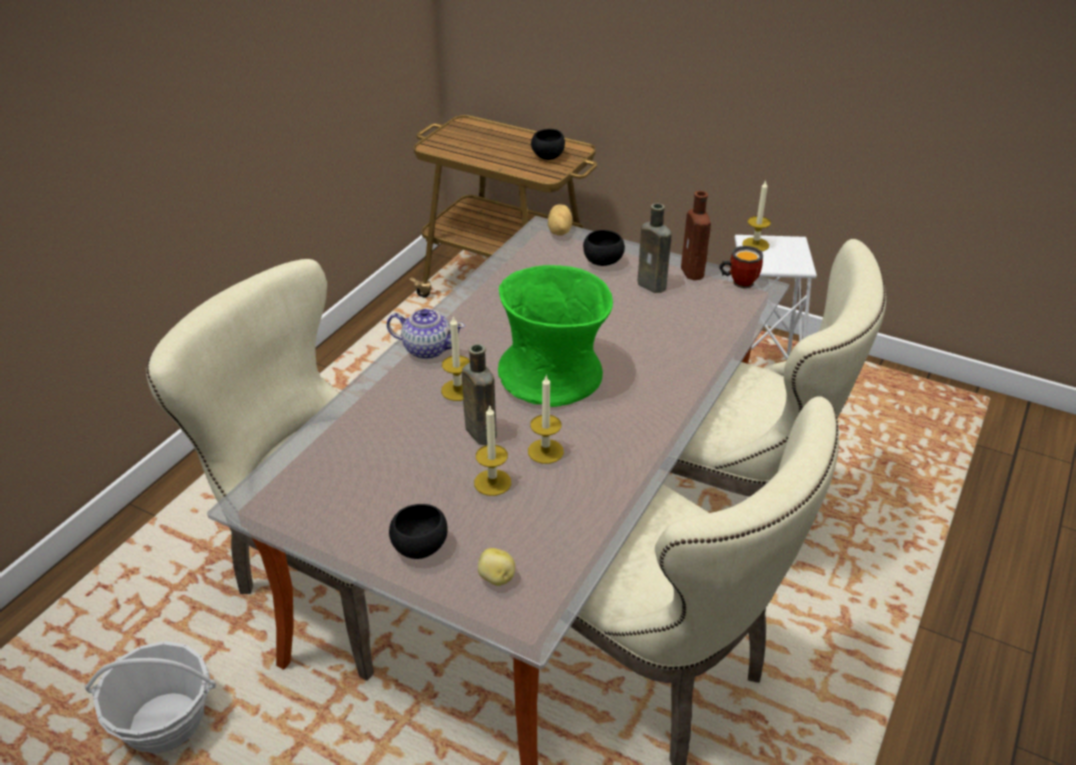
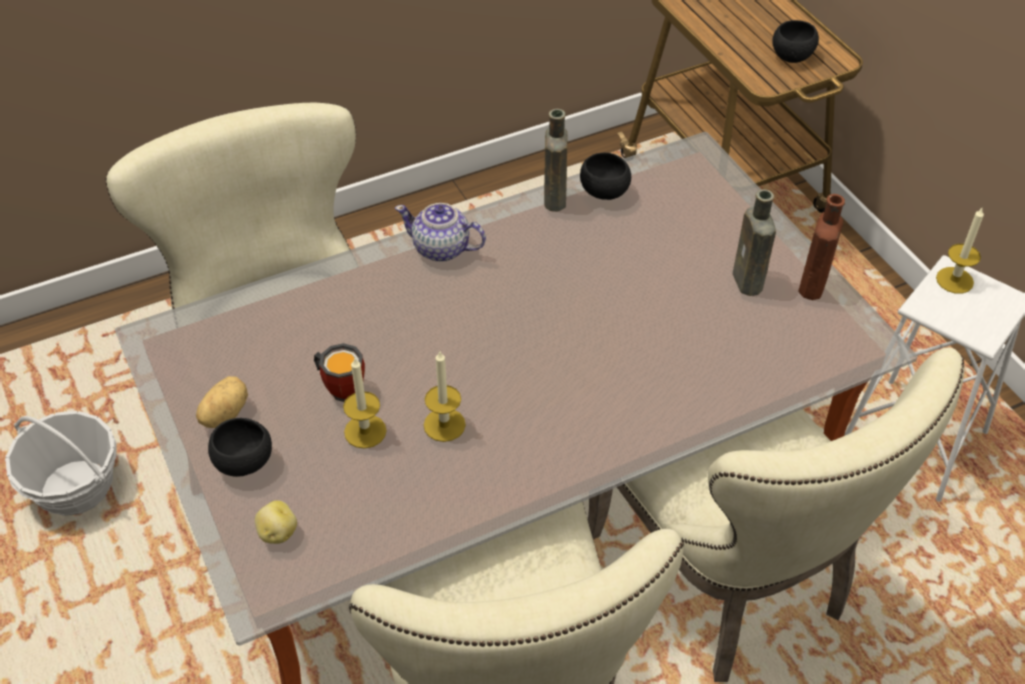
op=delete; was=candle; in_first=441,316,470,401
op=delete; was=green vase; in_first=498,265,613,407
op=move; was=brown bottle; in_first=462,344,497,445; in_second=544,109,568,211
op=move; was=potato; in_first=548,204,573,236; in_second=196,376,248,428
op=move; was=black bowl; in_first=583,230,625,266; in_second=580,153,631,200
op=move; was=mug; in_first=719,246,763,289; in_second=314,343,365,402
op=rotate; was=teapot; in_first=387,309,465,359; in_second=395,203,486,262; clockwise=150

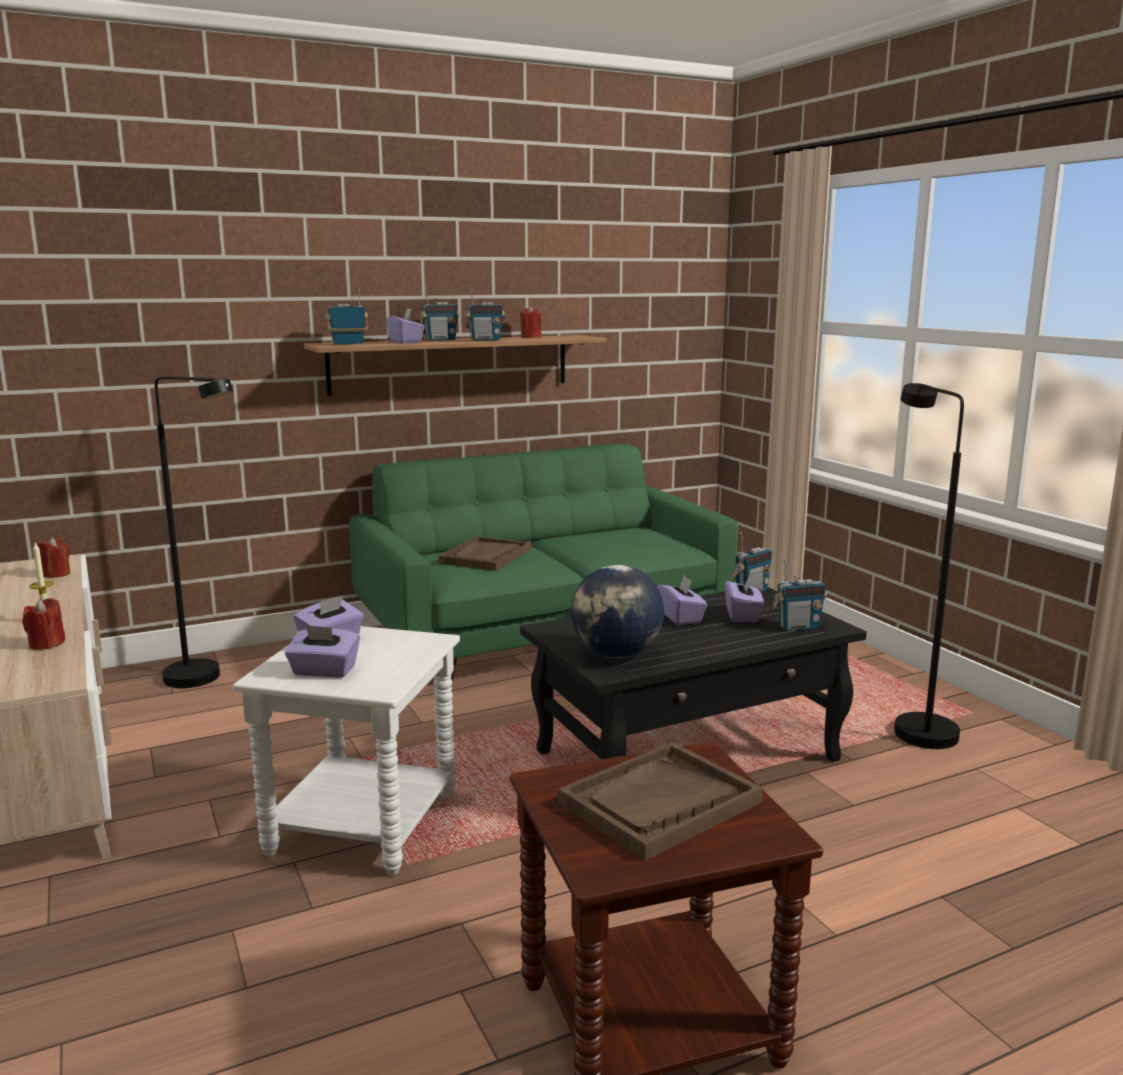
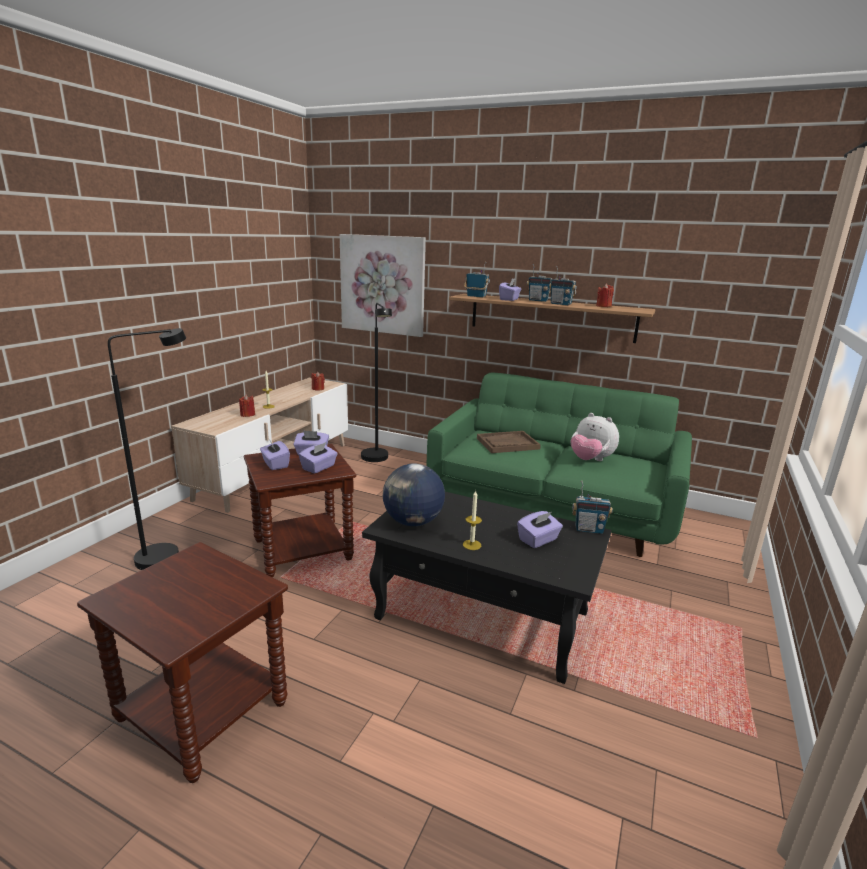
op=delete; was=brown tray; in_first=558,742,763,861
op=delete; was=radio; in_first=773,559,827,631
op=insert; now=picture; in_second=340,234,426,337
op=insert; now=candle; in_second=463,491,482,550
op=insert; now=plush toy; in_second=571,413,619,461
op=move; was=purple tissue box; in_first=657,575,707,625; in_second=299,442,338,474
op=move; was=black floor lamp; in_first=894,383,964,749; in_second=108,328,186,570
op=recolor; was=white side table; now=brown side table; in_first=233,626,460,875; in_second=244,444,356,577

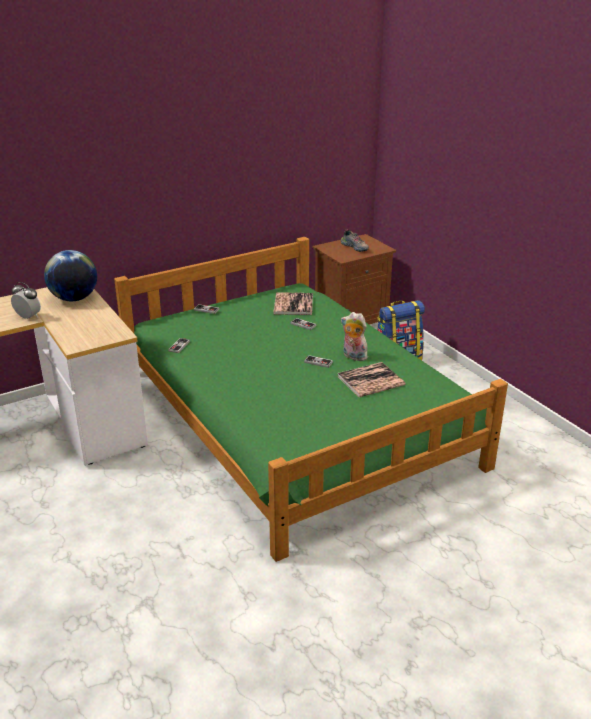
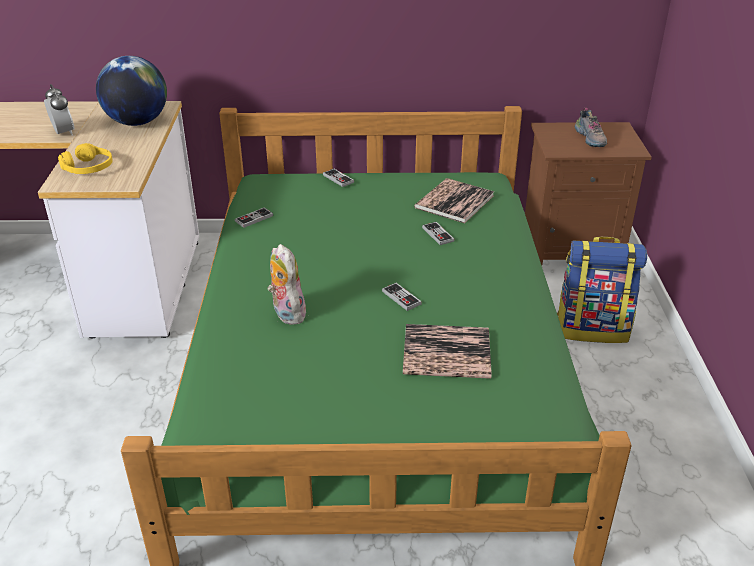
op=insert; now=yellow headphones; in_second=58,143,113,174
op=move; was=plush toy; in_first=341,312,370,361; in_second=268,244,306,325

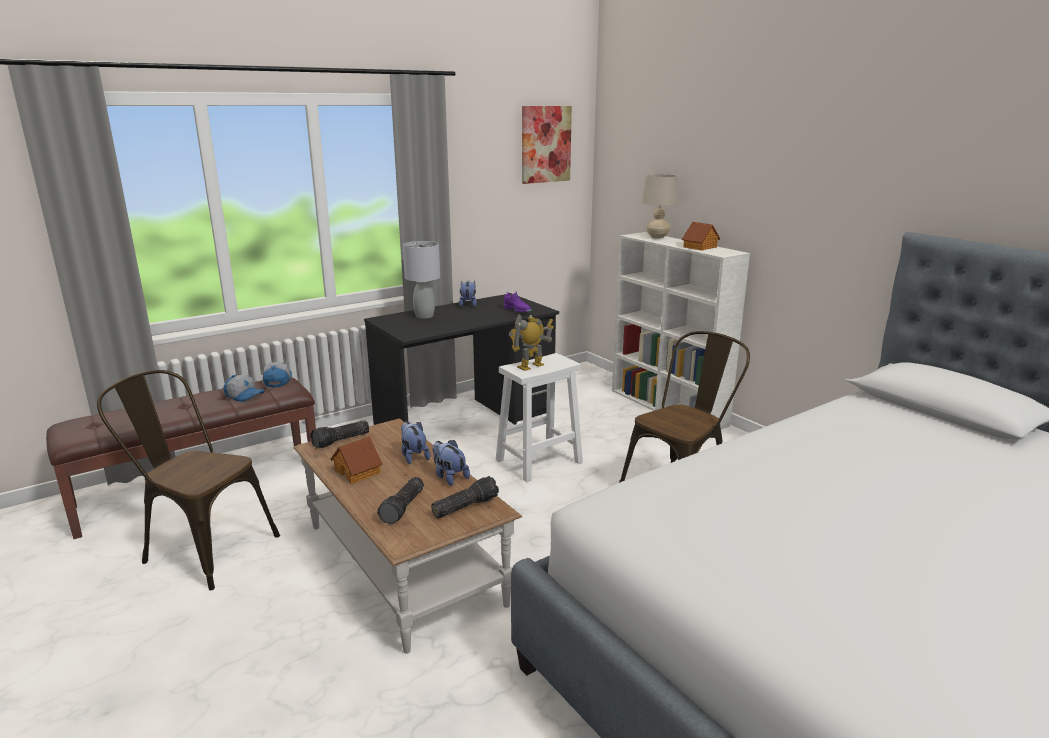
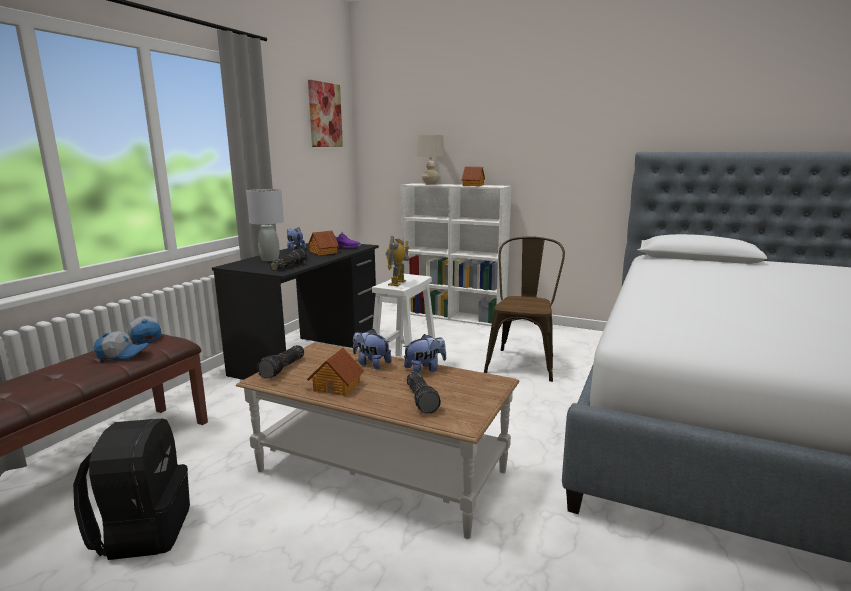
op=insert; now=toy house; in_second=308,230,339,255
op=move; was=flashlight; in_first=431,476,499,518; in_second=270,248,307,271
op=replace; was=brown chair; now=black backpack; in_first=97,370,280,590; in_second=73,419,190,560
op=rotate; was=plush toy; in_first=432,440,470,486; in_second=403,334,446,373; clockwise=135

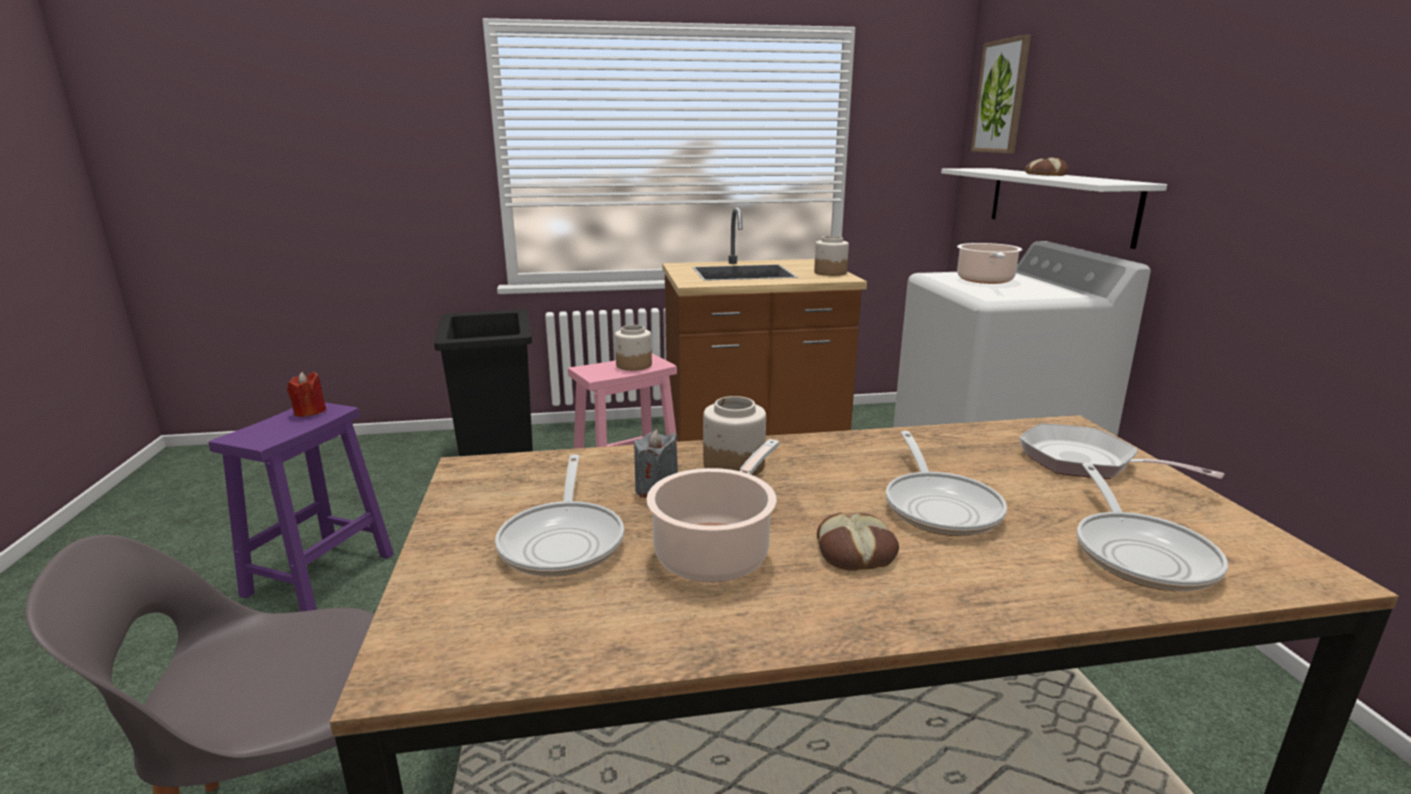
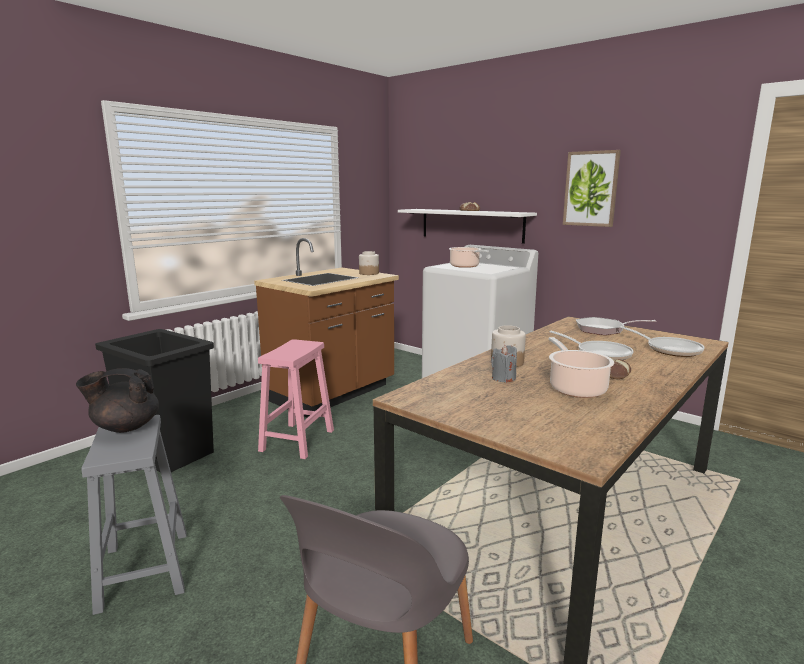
op=delete; was=frying pan; in_first=495,454,624,577
op=delete; was=jar; in_first=615,325,652,371
op=move; was=picture; in_first=971,34,1031,153; in_second=563,150,621,227
op=replace; was=red candle; now=black teapot; in_first=287,372,326,417; in_second=76,368,159,433
op=recolor; was=purple stool; now=grey stool; in_first=209,403,394,612; in_second=82,415,187,615

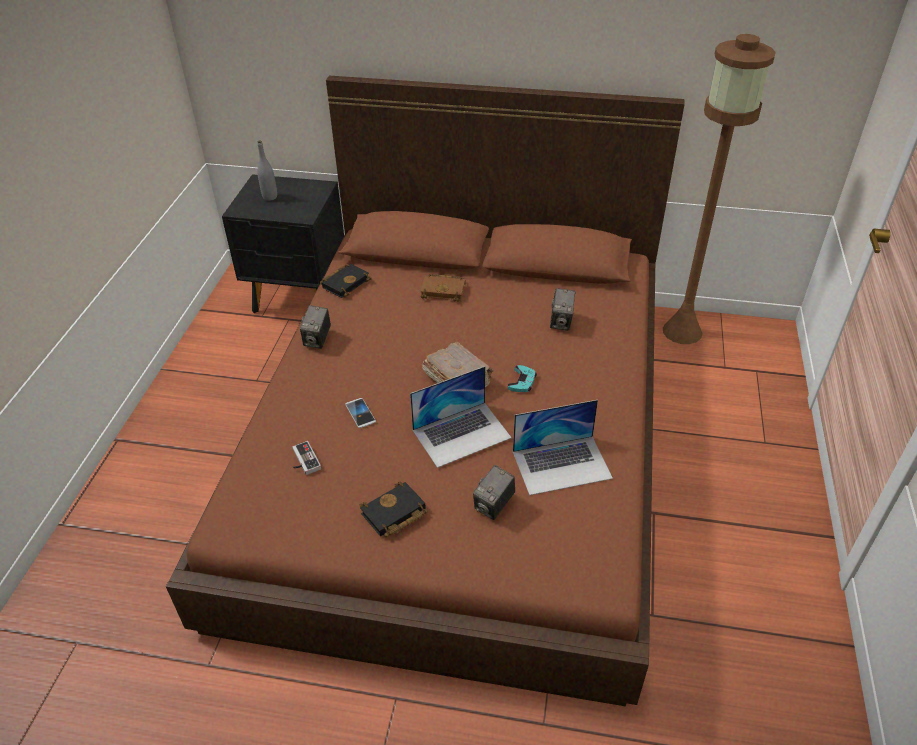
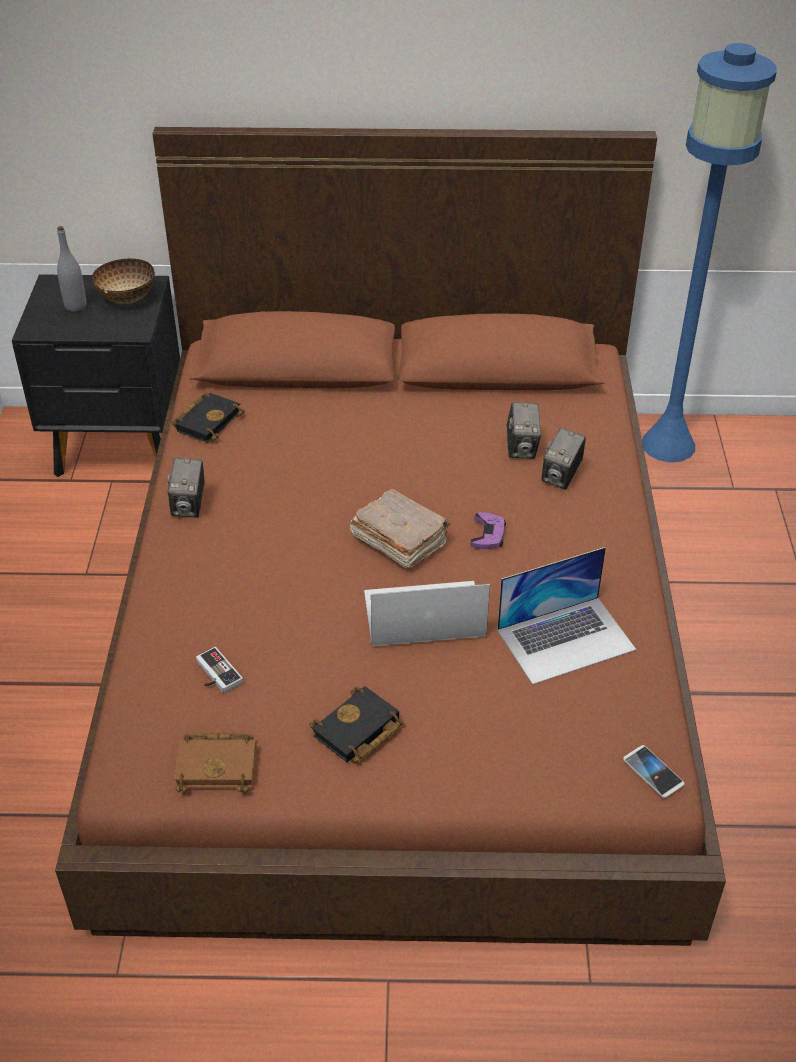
op=insert; now=bowl; in_second=92,258,155,304
op=move; was=phone; in_first=345,398,376,428; in_second=623,745,684,798
op=move; was=brown book; in_first=420,274,465,302; in_second=173,733,257,792
op=move; was=photo camera; in_first=473,465,515,520; in_second=541,428,586,490
op=recolor; was=turquoise game controller; now=purple game controller; in_first=508,365,537,392; in_second=471,512,506,549
op=recolor; was=brown floor lamp; now=blue floor lamp; in_first=663,34,776,344; in_second=642,43,777,462
op=rotate; was=laptop; in_first=410,366,512,468; in_second=364,581,490,646; clockwise=-150

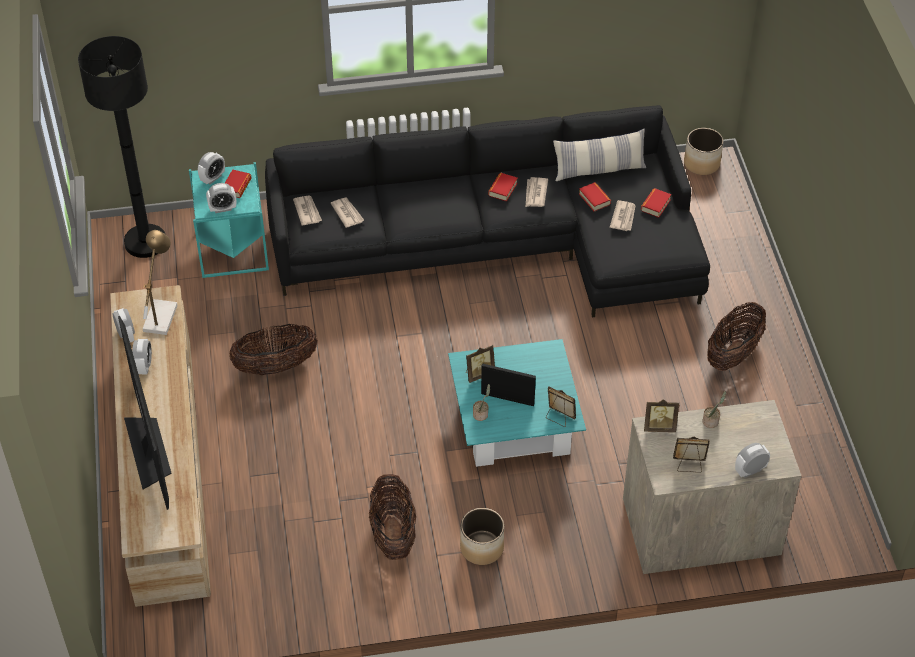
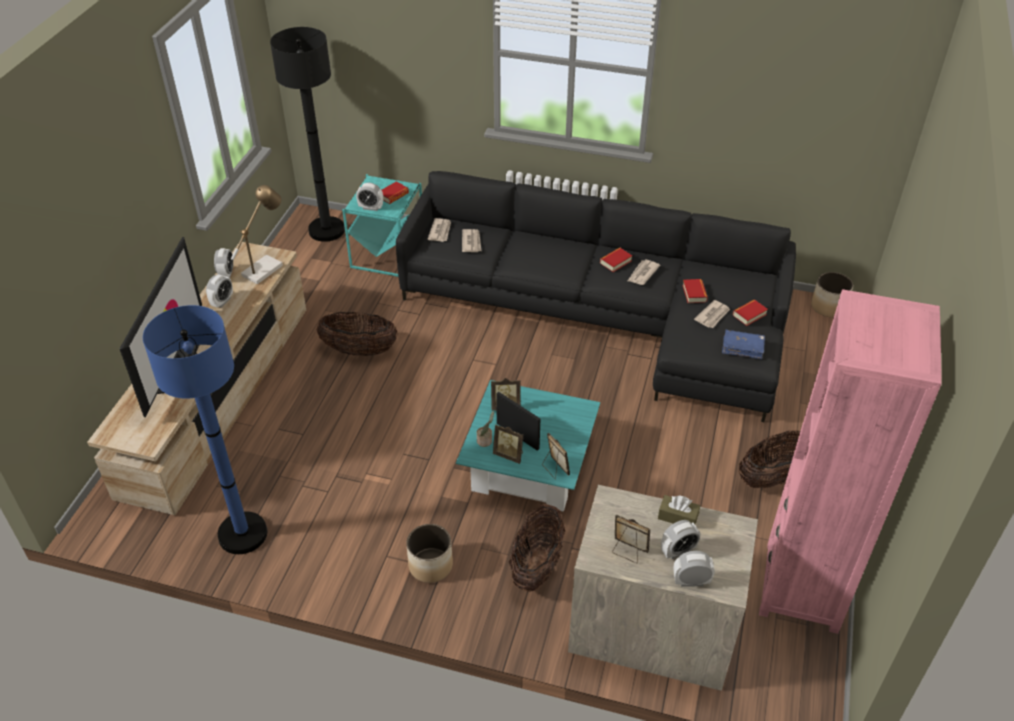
op=delete; was=pillow; in_first=553,128,646,181
op=insert; now=blue floor lamp; in_second=143,305,267,554
op=insert; now=blue book; in_second=722,330,765,360
op=insert; now=pink bookcase; in_second=759,289,942,634
op=move; was=alarm clock; in_first=198,152,225,184; in_second=661,520,700,559
op=move; was=basket; in_first=369,474,416,560; in_second=509,504,565,592
op=move; was=picture frame; in_first=644,399,679,432; in_second=493,425,523,464
op=replace; was=potted plant; now=brown tissue box; in_first=703,391,726,428; in_second=658,495,700,524

